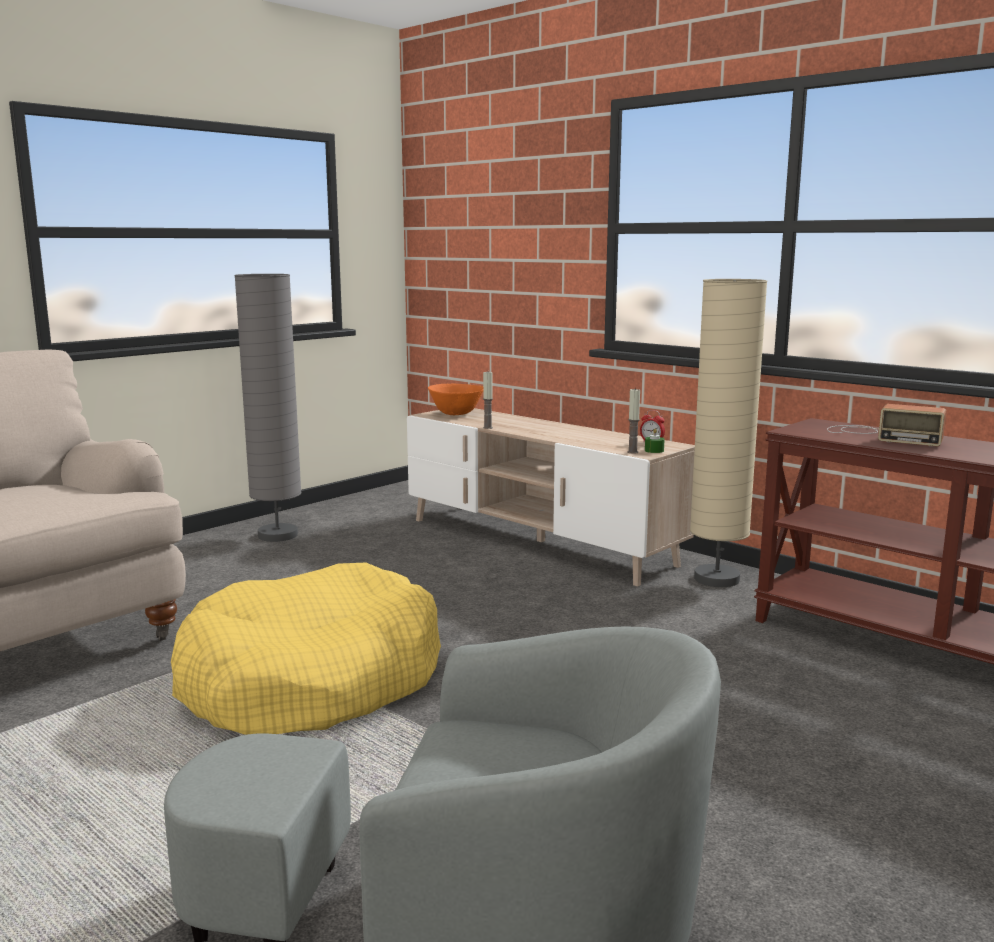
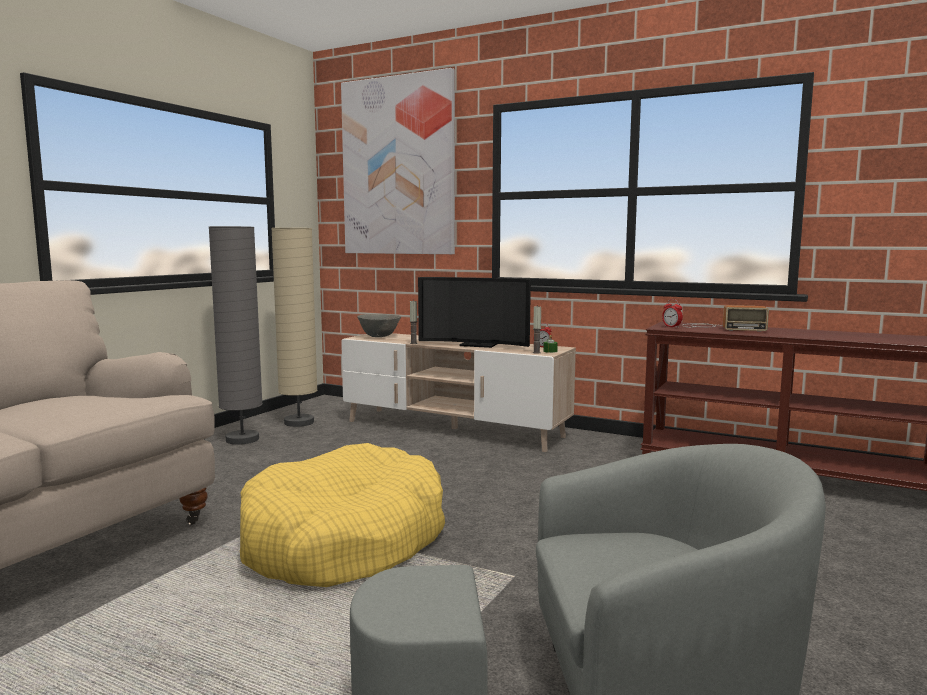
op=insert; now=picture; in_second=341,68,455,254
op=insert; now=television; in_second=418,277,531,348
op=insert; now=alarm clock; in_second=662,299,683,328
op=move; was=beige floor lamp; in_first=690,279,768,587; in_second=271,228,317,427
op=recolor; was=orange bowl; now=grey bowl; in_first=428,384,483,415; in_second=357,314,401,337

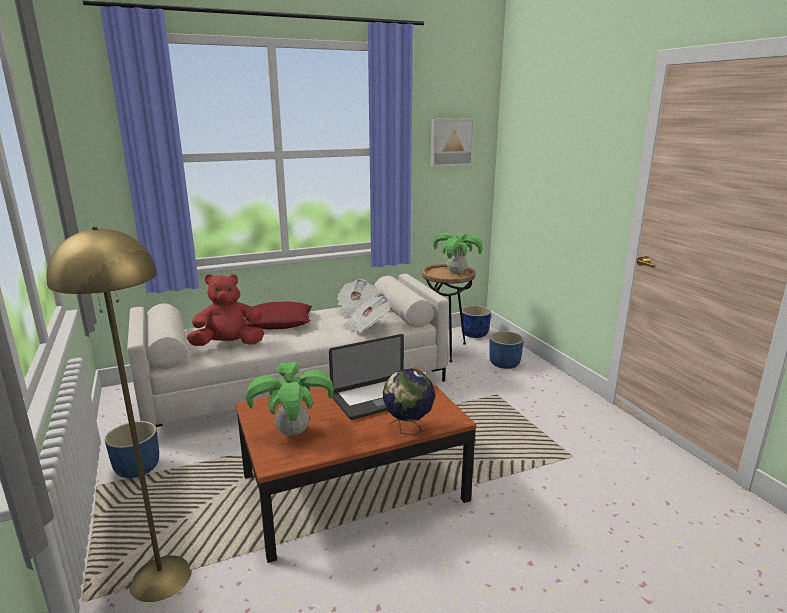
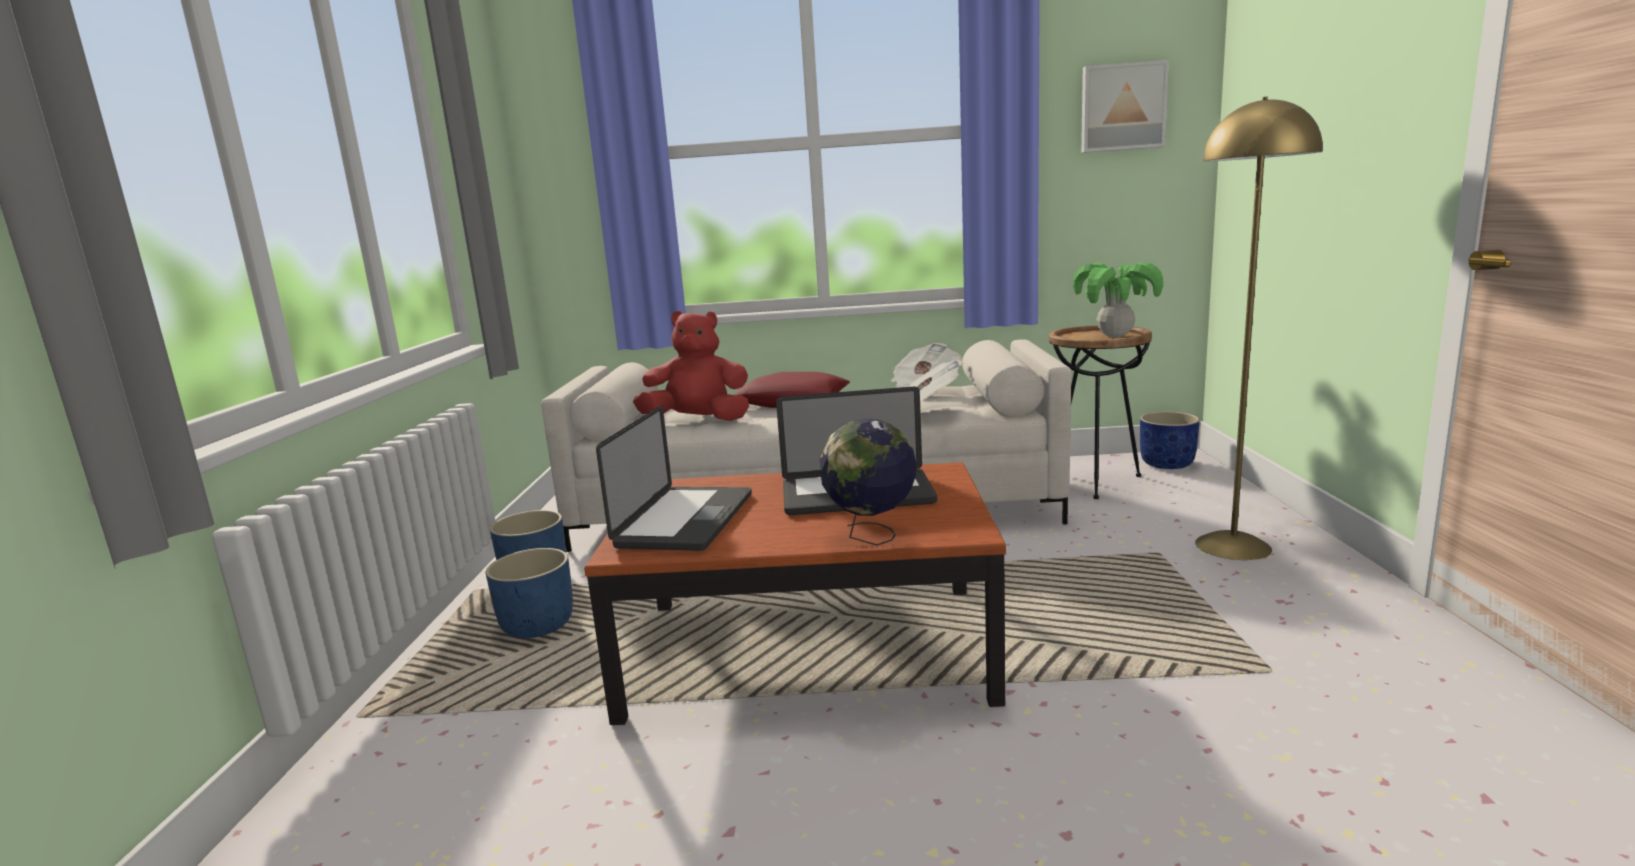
op=move; was=yellow floor lamp; in_first=47,226,192,602; in_second=1195,97,1323,560
op=move; was=blue planter; in_first=489,331,524,369; in_second=486,548,573,638
op=replace; was=potted plant; now=laptop; in_first=246,361,334,436; in_second=596,406,752,551

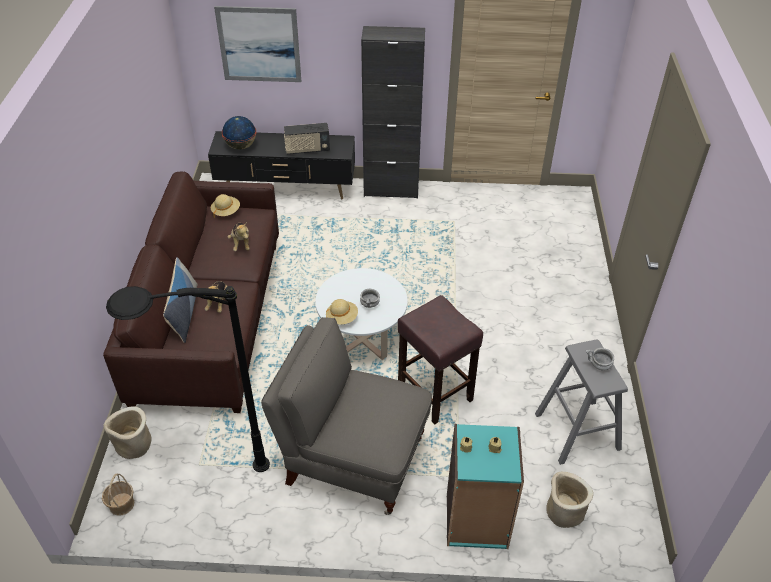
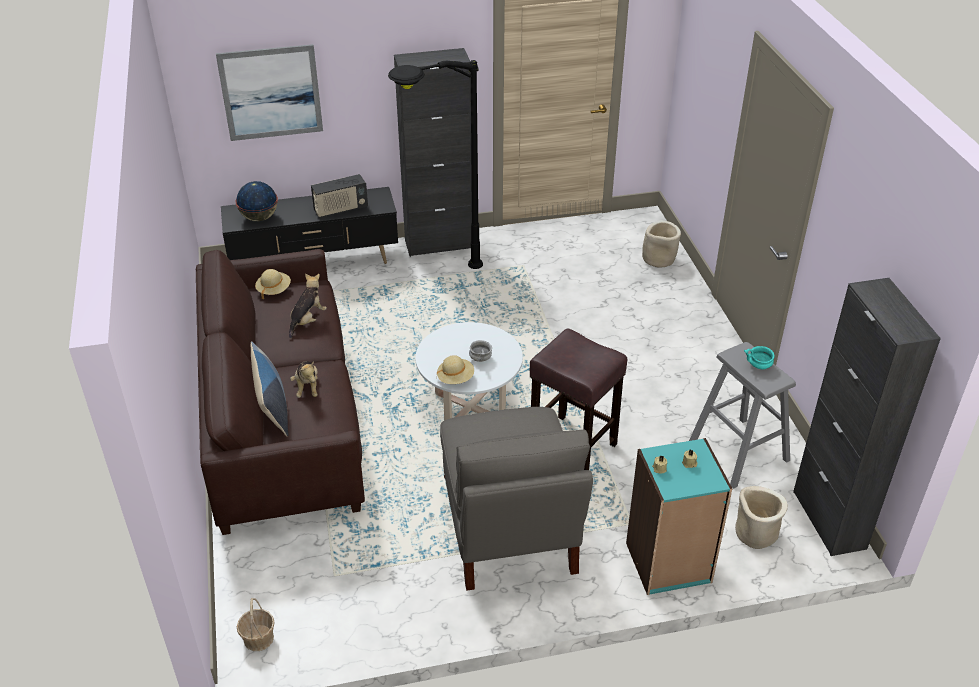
op=insert; now=black cabinet; in_second=793,278,941,556
op=move; was=beige planter; in_first=103,407,152,459; in_second=642,220,681,268
op=move; was=black floor lamp; in_first=106,286,270,472; in_second=388,60,483,269
op=recolor; was=grey bowl; now=turquoise bowl; in_first=586,348,614,370; in_second=744,346,775,369
op=rotate; was=plush toy; in_first=228,223,250,251; in_second=289,274,327,339; clockwise=-120
op=rotate; was=grey armchair; in_first=261,317,432,515; in_second=440,407,593,591; clockwise=-105

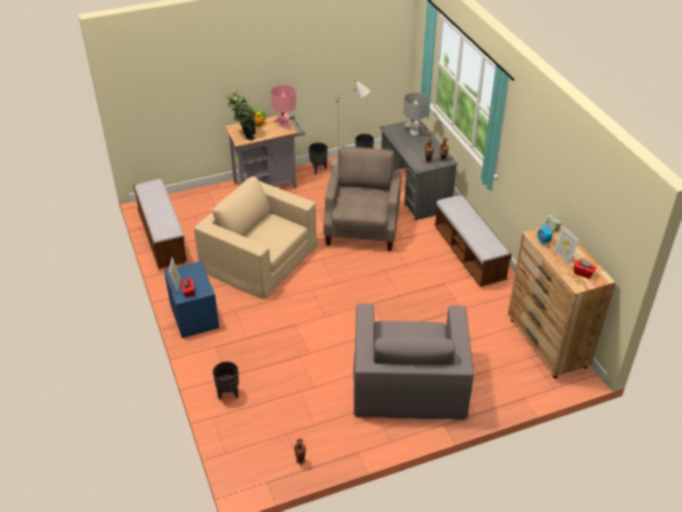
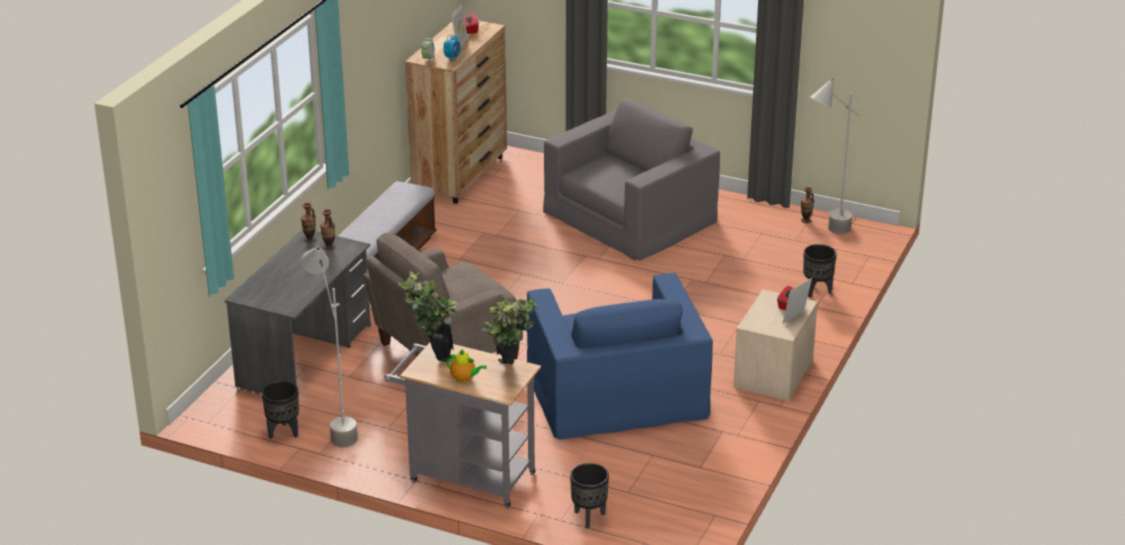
op=delete; was=bench; in_first=133,179,187,269
op=delete; was=grey table lamp; in_first=403,92,428,135
op=insert; now=grey floor lamp; in_second=810,78,860,234
op=move; was=black planter; in_first=309,143,328,174; in_second=570,463,609,528
op=replace; was=pink table lamp; now=potted plant; in_first=271,85,296,128; in_second=398,271,457,362
op=recolor; was=blue nightstand; now=beige nightstand; in_first=164,261,219,338; in_second=734,289,818,401
op=recolor; was=beige armchair; now=blue armchair; in_first=194,177,318,299; in_second=527,273,713,440

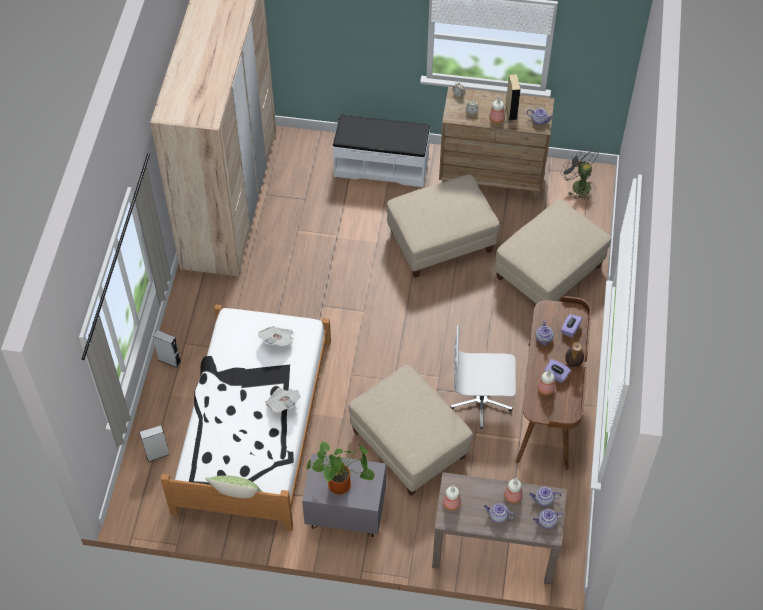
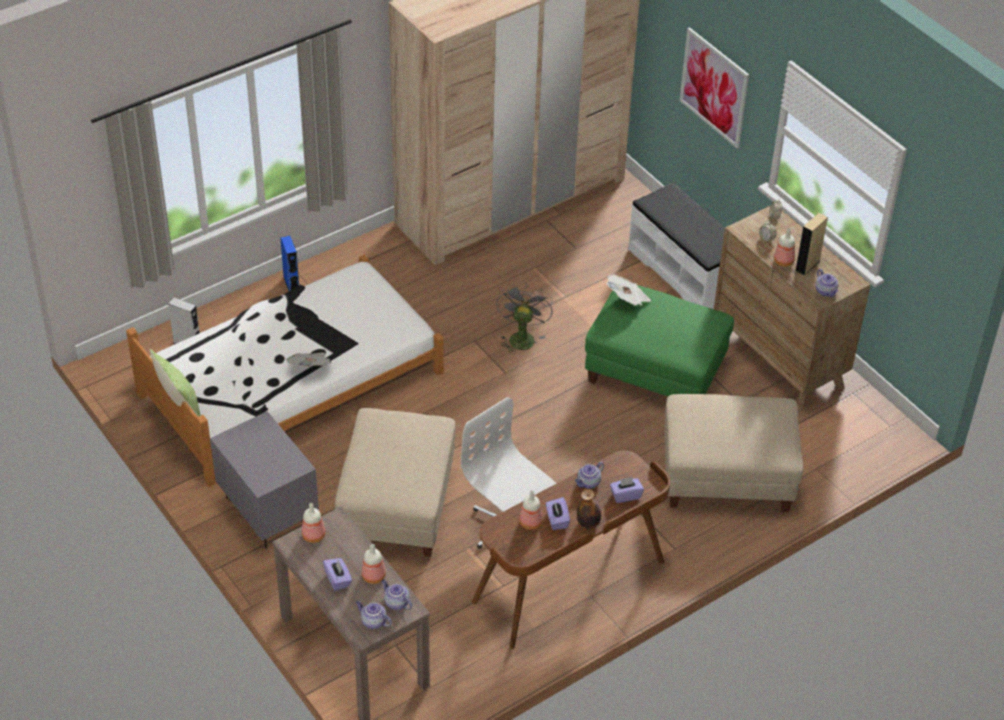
op=delete; was=potted plant; in_first=307,441,375,495
op=insert; now=picture; in_second=680,27,749,148
op=move; was=newspaper; in_first=258,326,294,346; in_second=606,275,651,306
op=move; was=grey fan; in_first=560,145,599,200; in_second=496,283,553,355
op=replace; was=teapot; now=purple tissue box; in_first=484,503,515,523; in_second=323,558,352,591
op=recolor; was=grey speaker; now=blue speaker; in_first=153,330,181,368; in_second=280,236,299,291
op=recolor; was=beige ottoman; now=green ottoman; in_first=387,175,500,278; in_second=585,285,734,396

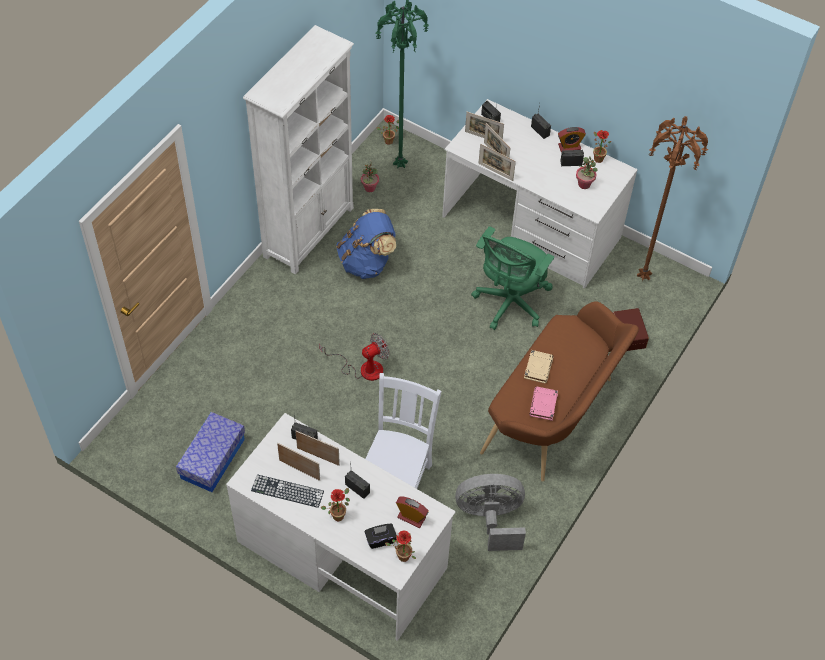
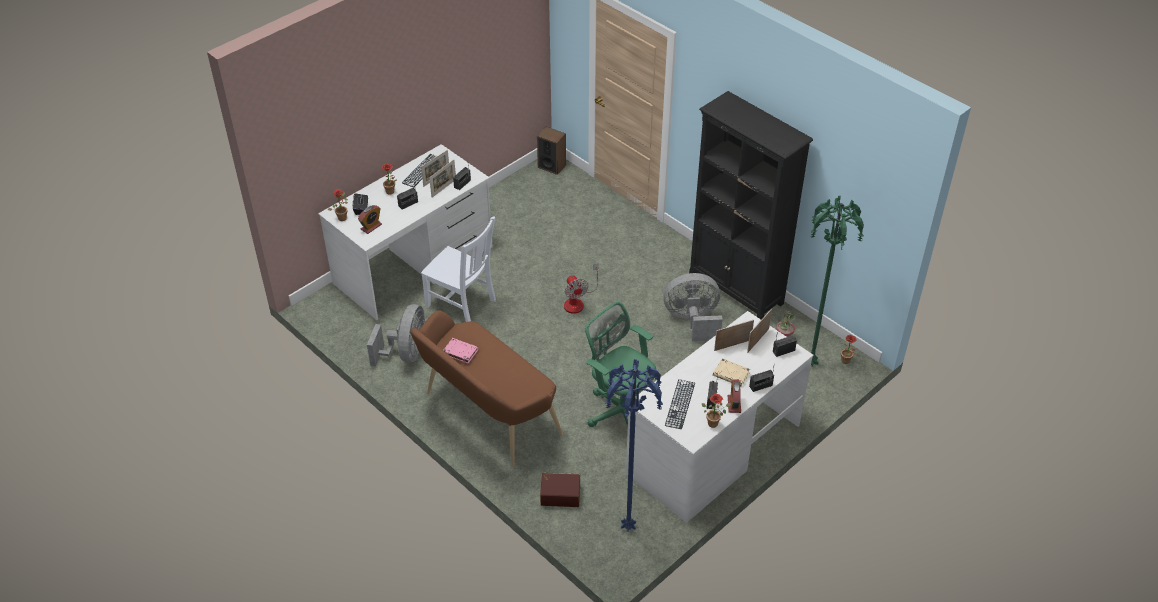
op=delete; was=storage box; in_first=176,412,245,492
op=delete; was=picture frame; in_first=478,144,516,181
op=insert; now=speaker; in_second=537,127,566,175
op=move; was=beige book; in_first=524,350,554,383; in_second=713,358,750,386
op=replace; was=blue backpack; now=grey fan; in_first=336,209,396,279; in_second=663,273,723,341
op=replace; was=potted plant; now=keyboard; in_first=576,157,598,189; in_second=665,379,695,429
op=recolor; was=white bookcase; now=black bookcase; in_first=243,25,354,275; in_second=689,91,813,320
op=recolor; was=brown floor lamp; now=blue floor lamp; in_first=637,116,708,281; in_second=605,359,663,532

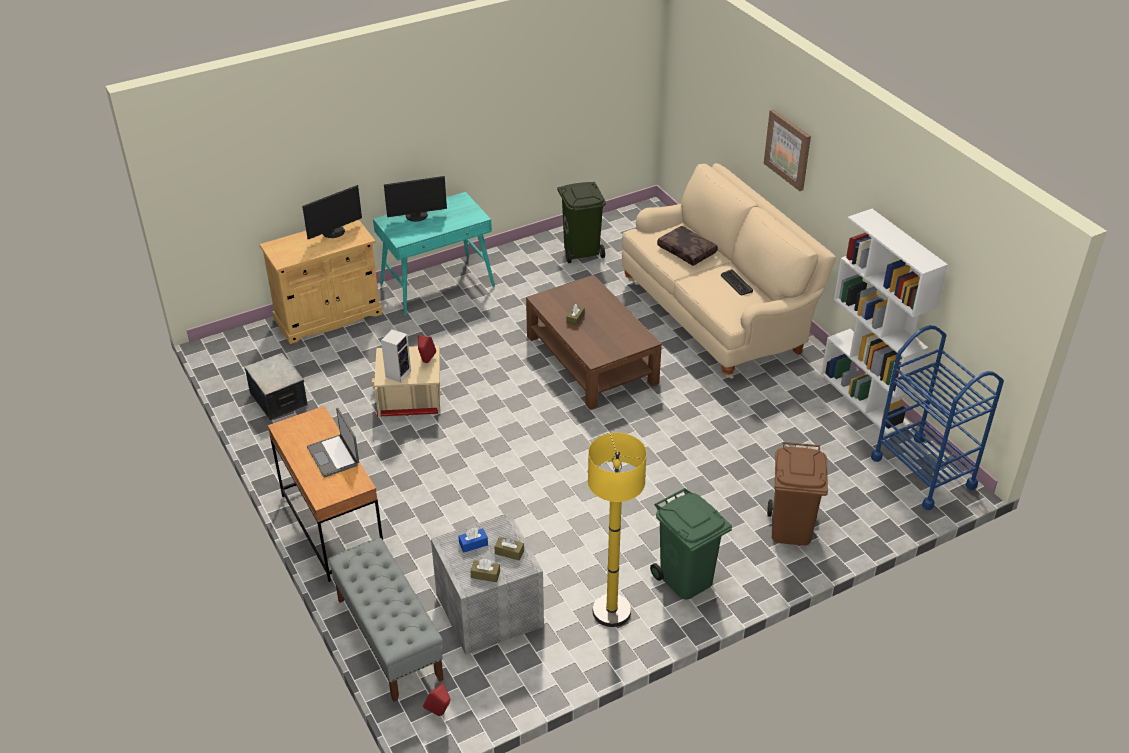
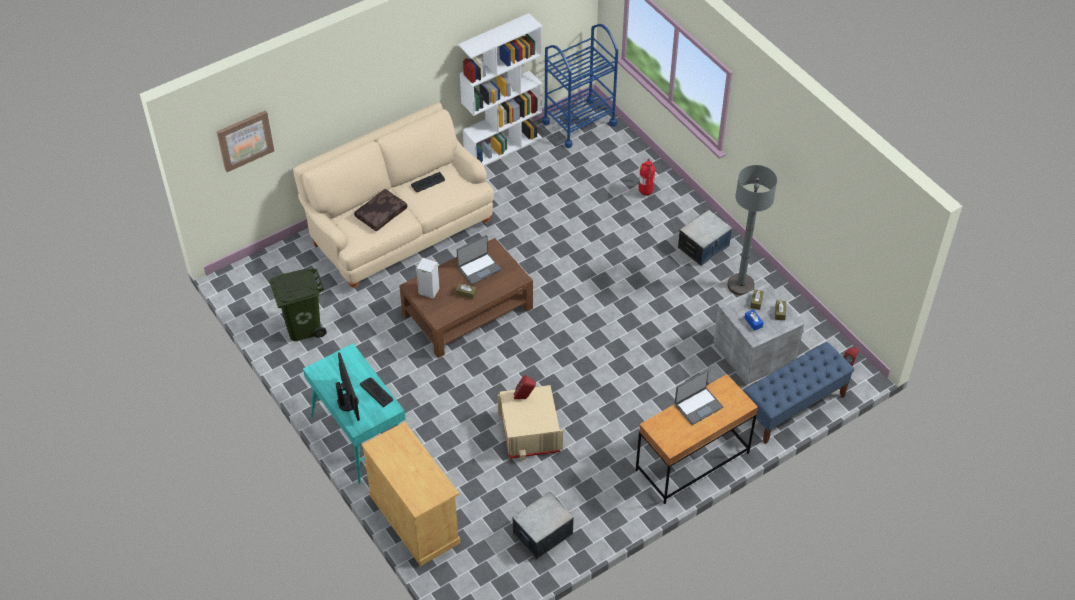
op=delete; was=monitor; in_first=302,185,362,239
op=insert; now=keyboard; in_second=360,378,393,407
op=insert; now=laptop; in_second=457,235,502,285
op=move; was=speaker; in_first=381,329,411,383; in_second=416,257,440,299
op=move; was=picture; in_first=764,109,811,191; in_second=217,110,274,172
op=replace; was=green trash can; now=storage box; in_first=650,488,732,600; in_second=678,210,732,266
op=replace; was=brown trash can; now=fire extinguisher; in_first=767,442,828,546; in_second=639,159,655,195
op=recolor; was=grey bench; now=blue bench; in_first=328,538,444,702; in_second=743,342,854,444
op=recolor; was=yellow floor lamp; now=grey floor lamp; in_first=588,433,647,627; in_second=727,165,777,296

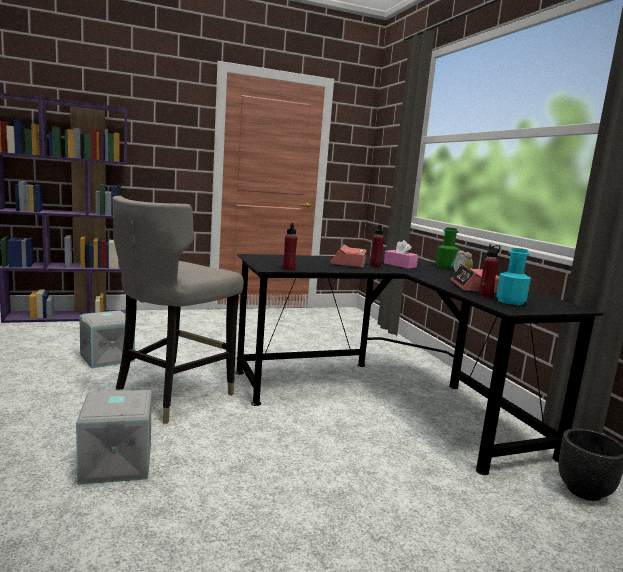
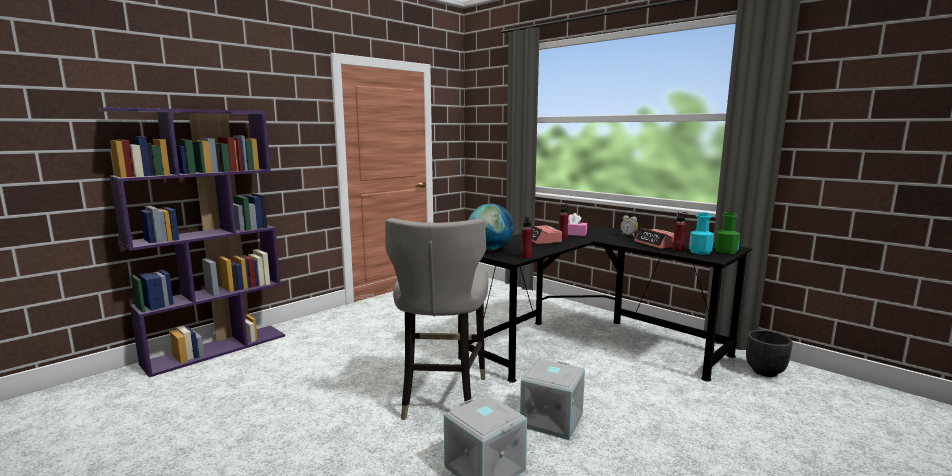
op=insert; now=globe; in_second=468,204,514,250
op=move; was=grey storage box; in_first=79,310,135,369; in_second=520,359,585,440
op=move; was=green bottle; in_first=435,227,460,269; in_second=714,212,740,254

